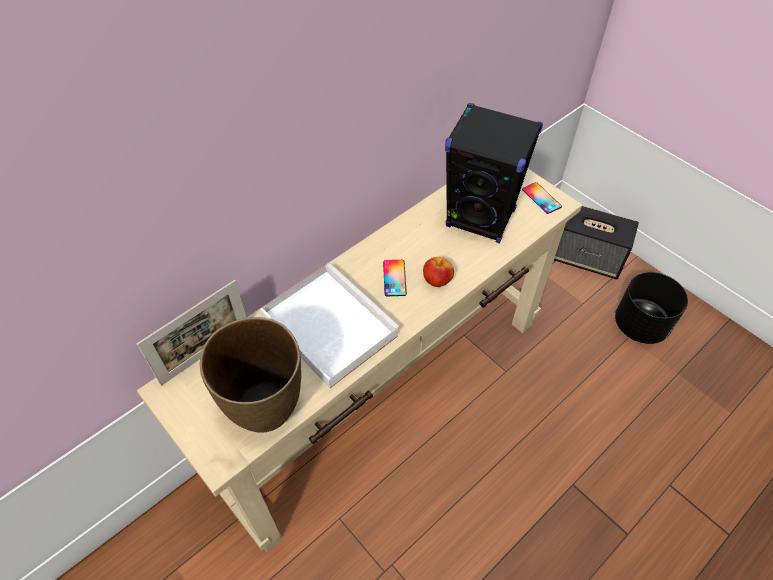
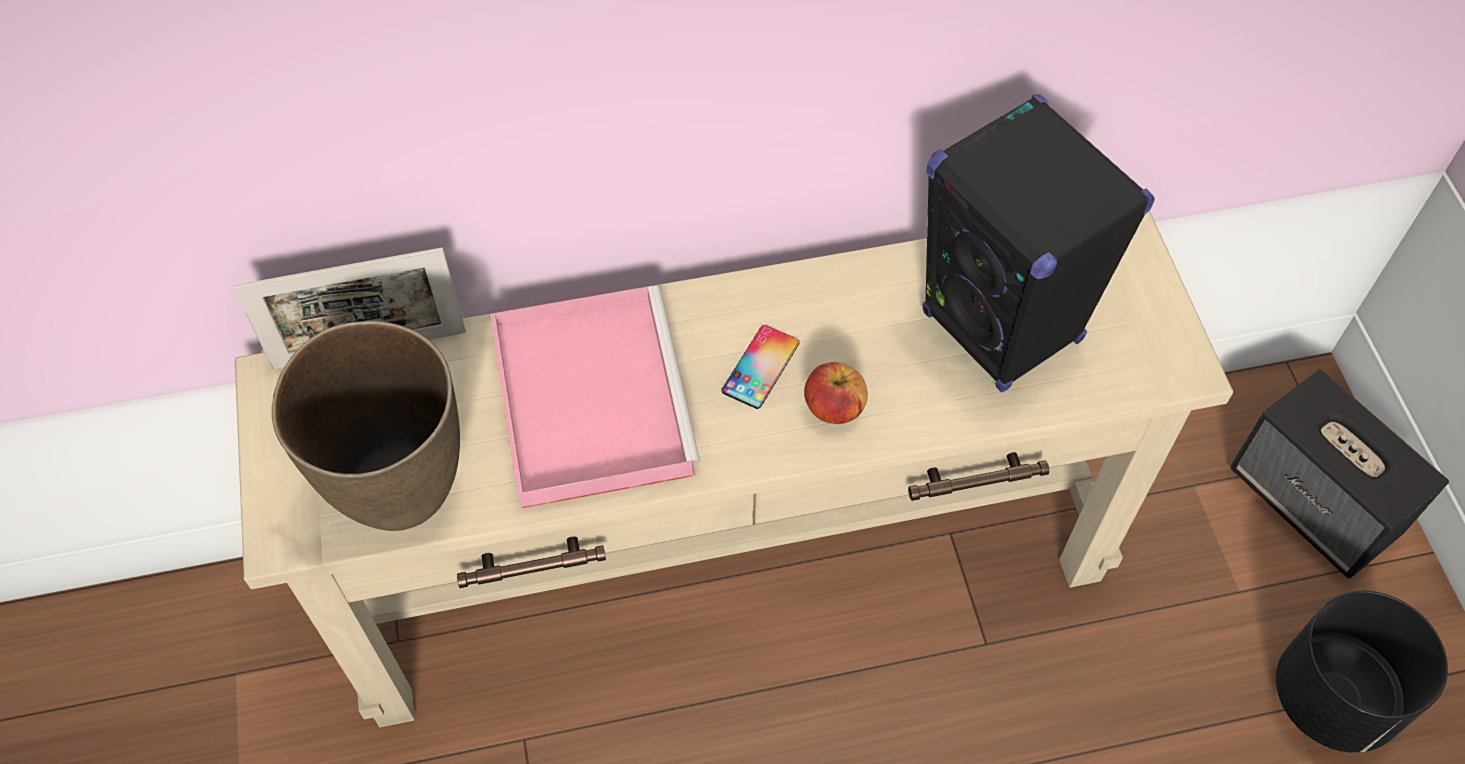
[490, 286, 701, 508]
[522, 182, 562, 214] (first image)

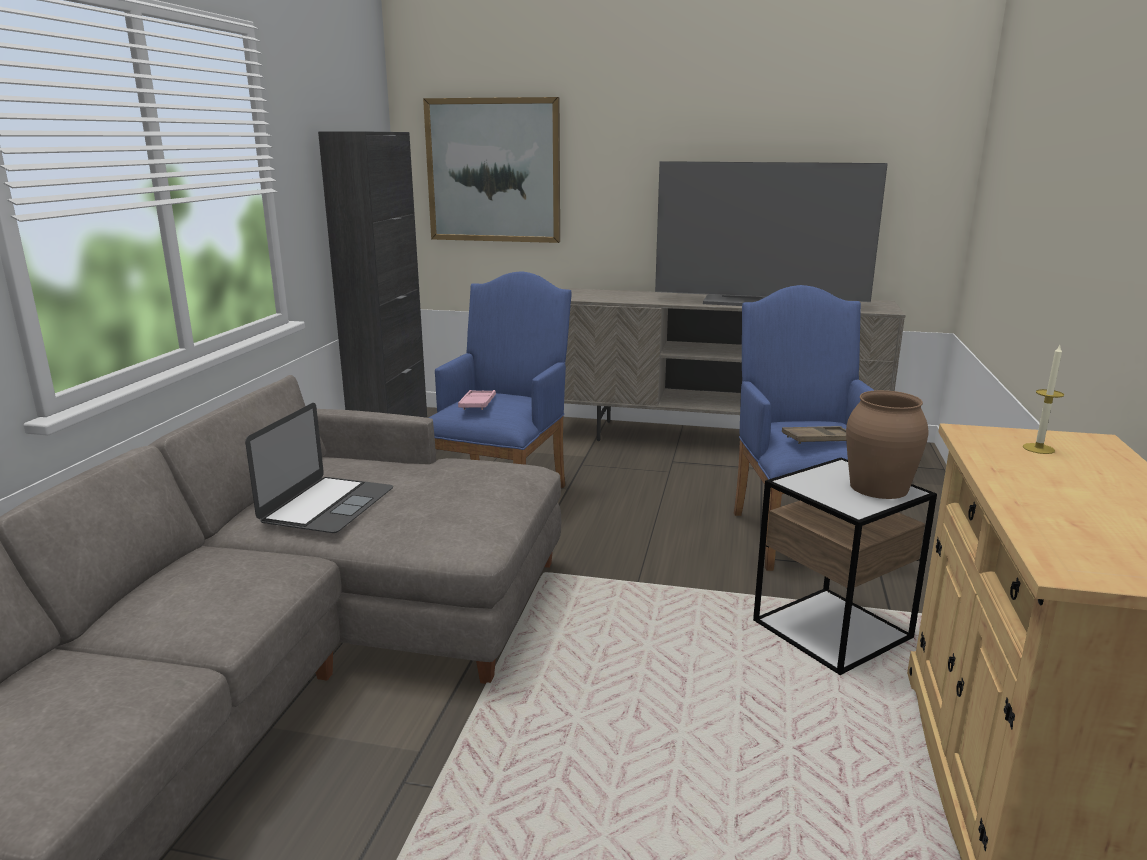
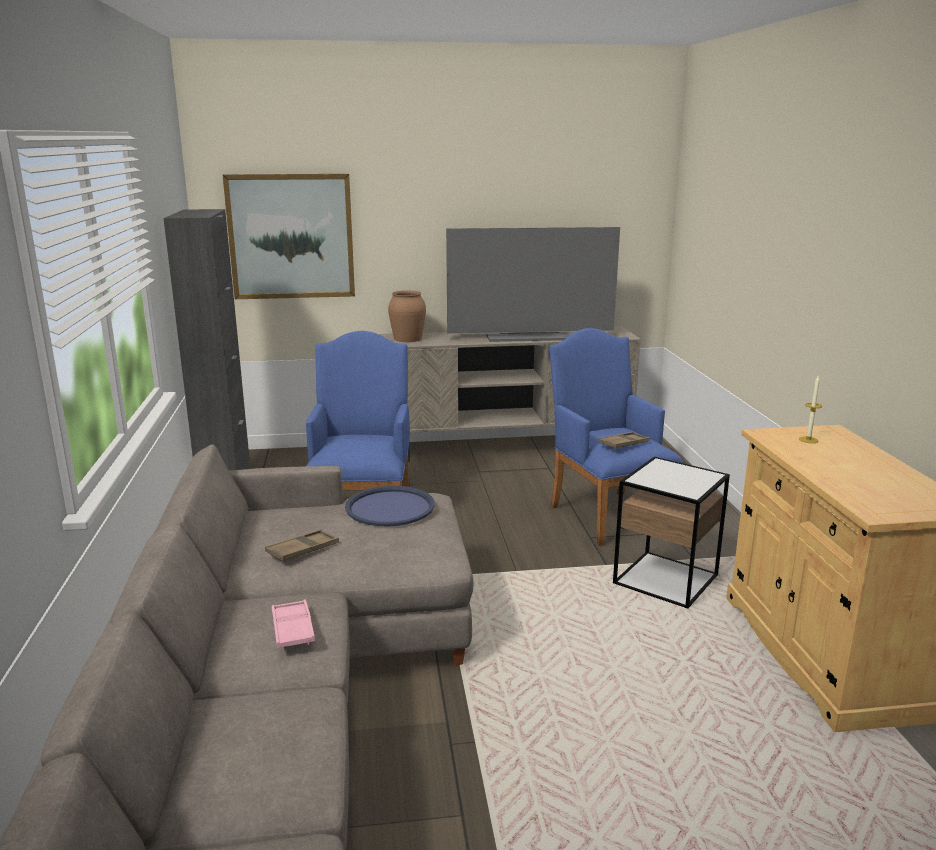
[265, 530, 339, 562]
[272, 600, 315, 649]
[388, 290, 426, 342]
[345, 486, 435, 527]

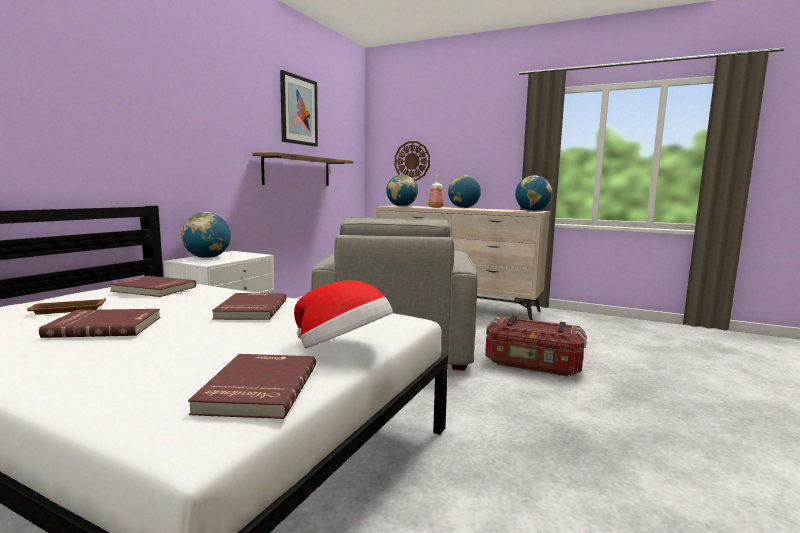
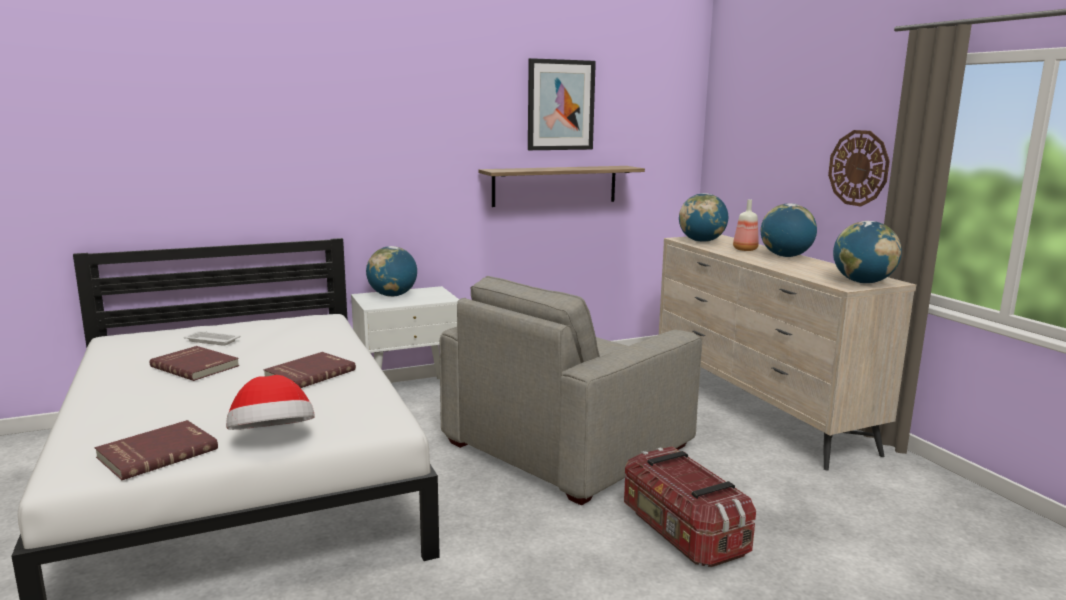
[184, 331, 240, 346]
[110, 276, 196, 297] (first image)
[828, 130, 890, 206]

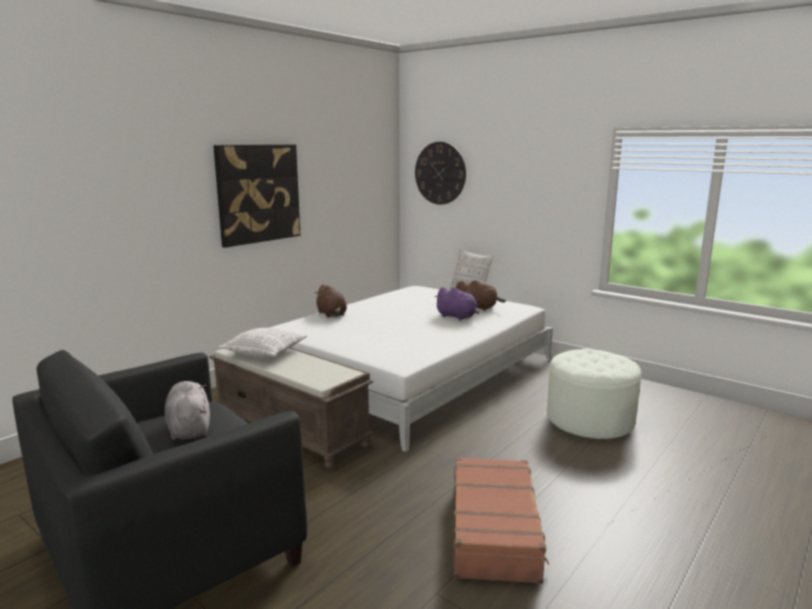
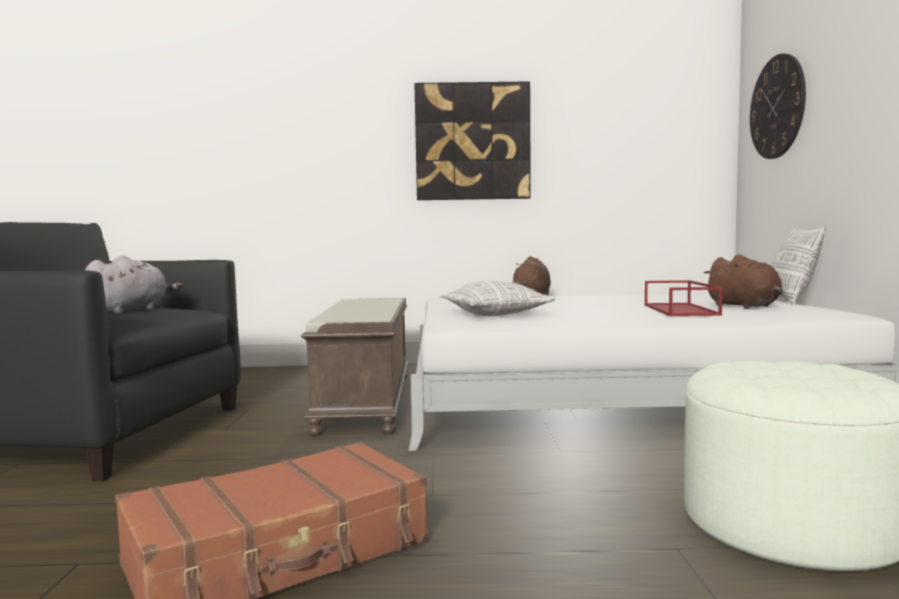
[440, 281, 555, 316]
[645, 280, 723, 316]

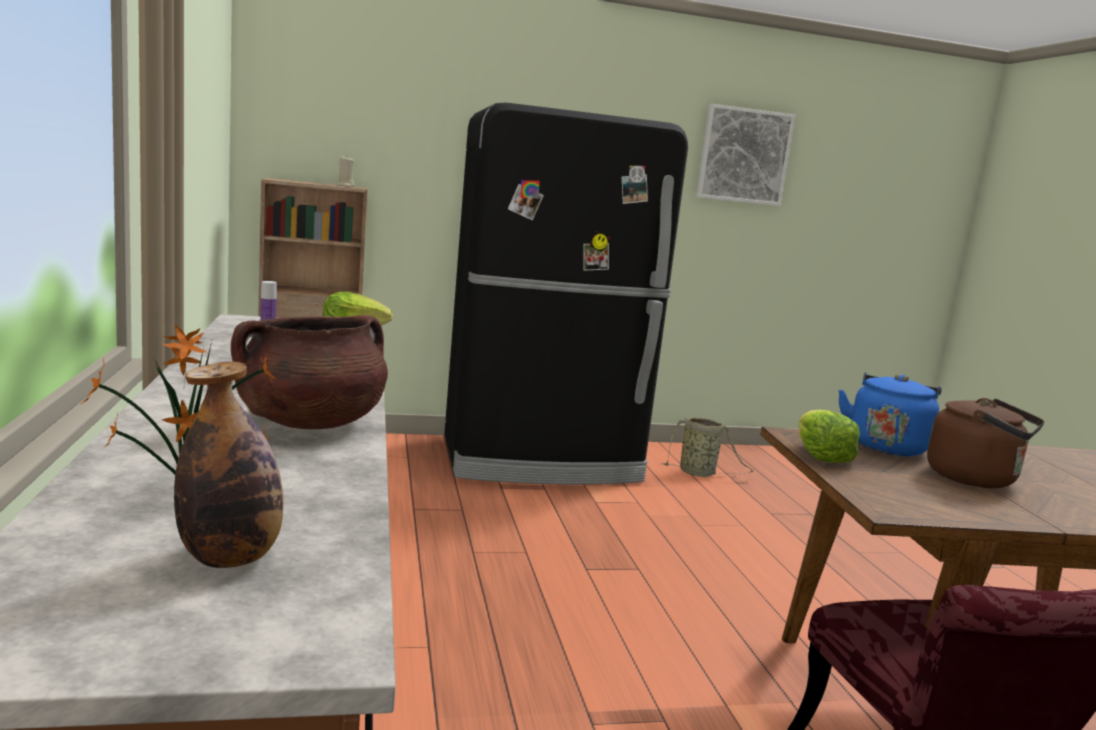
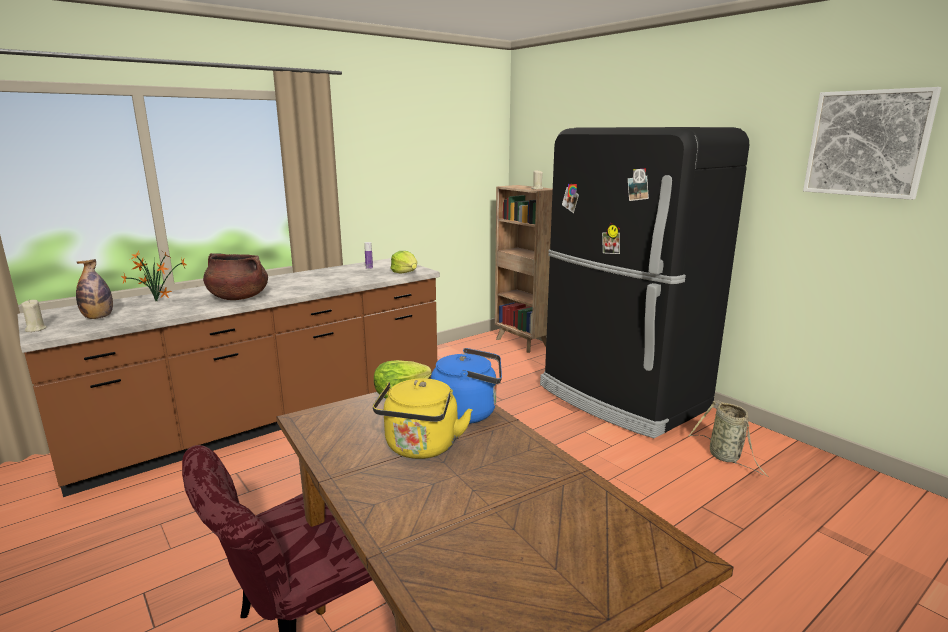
[373, 378, 473, 459]
[21, 300, 47, 332]

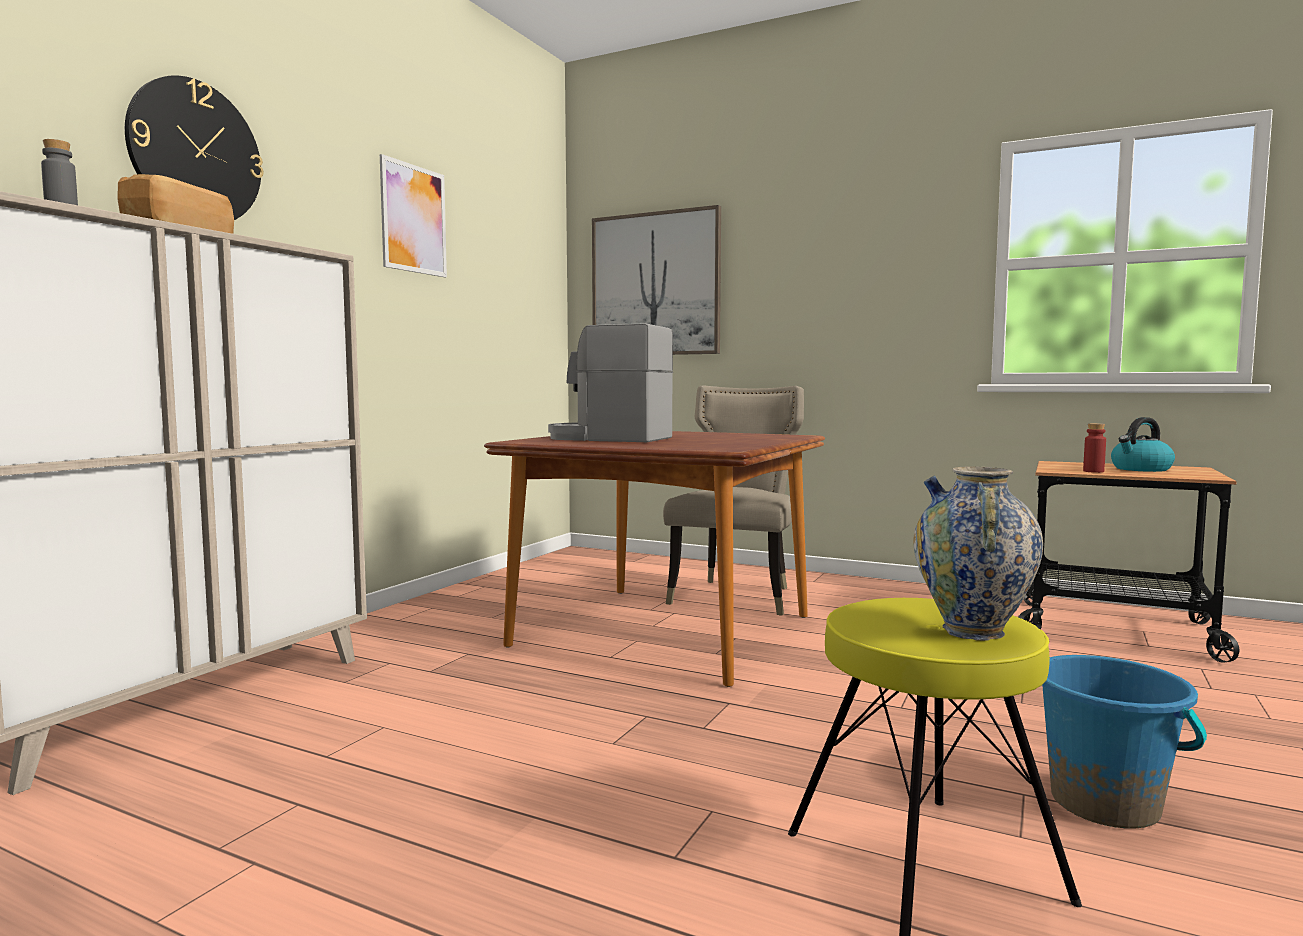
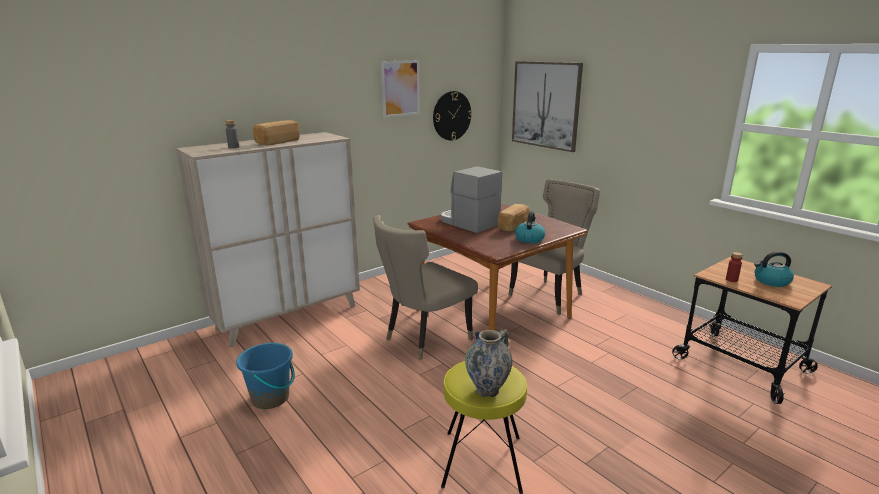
[433, 91, 472, 141]
[236, 342, 295, 409]
[373, 215, 478, 360]
[498, 204, 529, 231]
[515, 211, 545, 243]

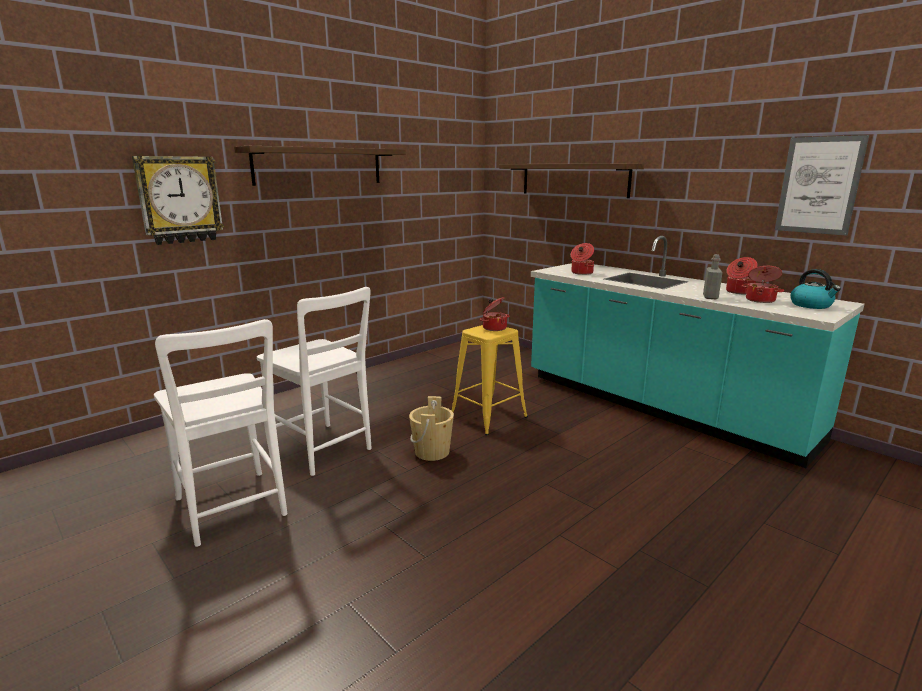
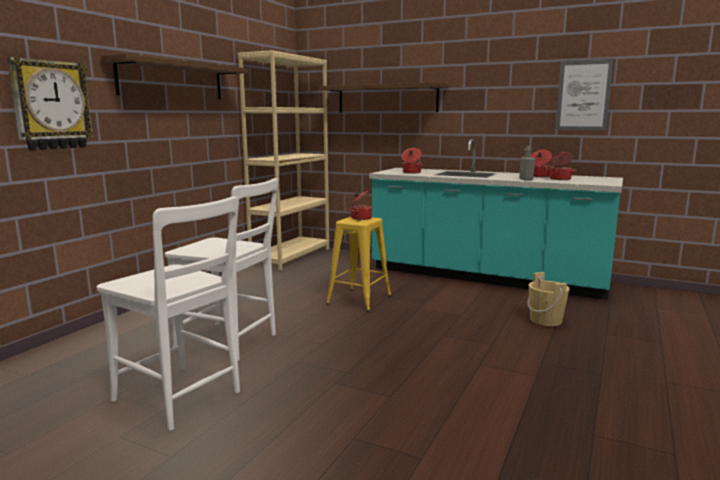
[528, 272, 569, 326]
[791, 269, 841, 309] (first image)
[238, 50, 329, 270]

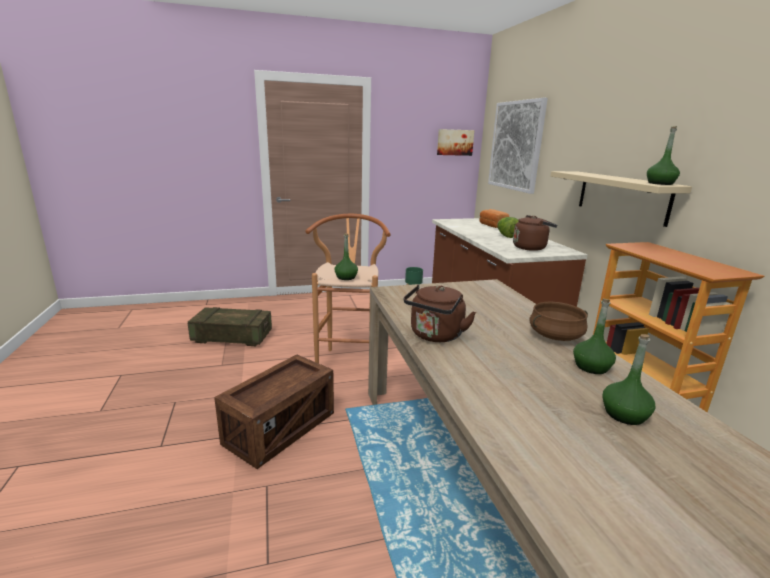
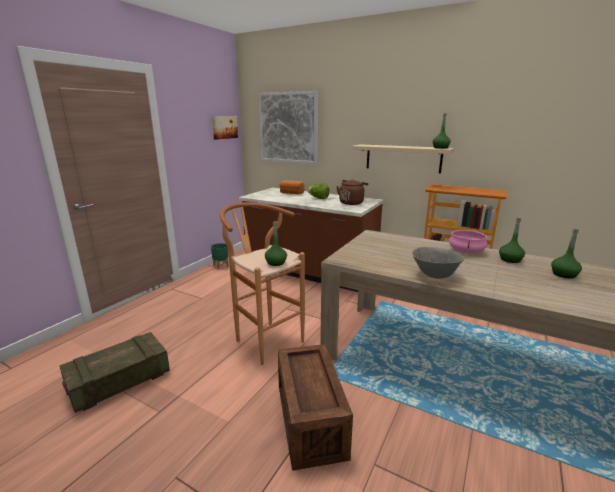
[412, 247, 464, 279]
[449, 230, 487, 253]

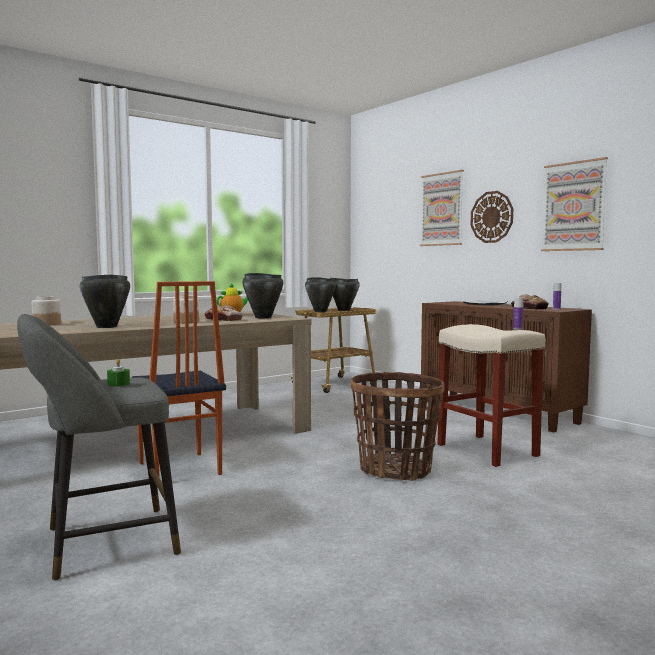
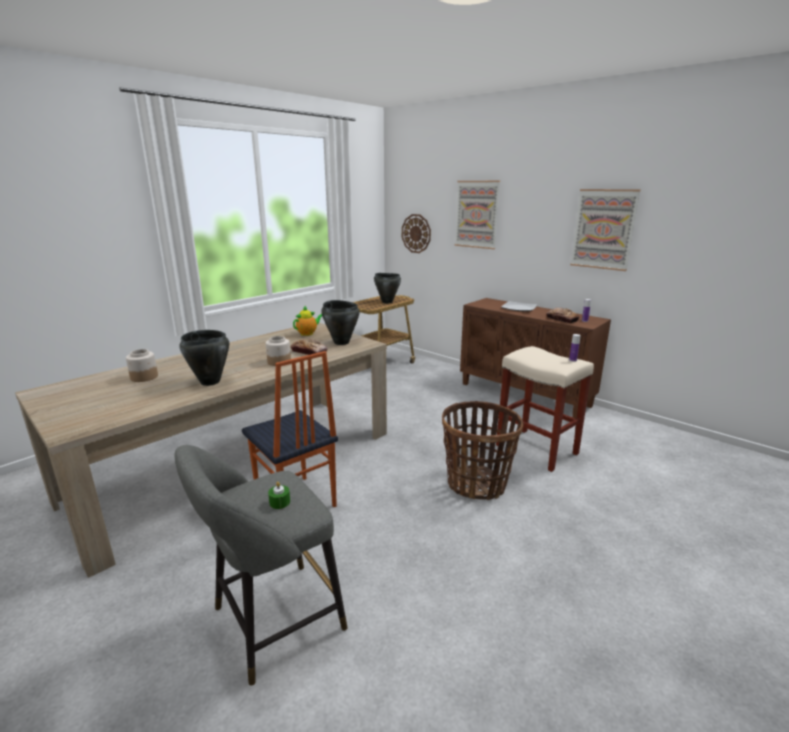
[305, 277, 336, 312] (first image)
[402, 214, 431, 253]

